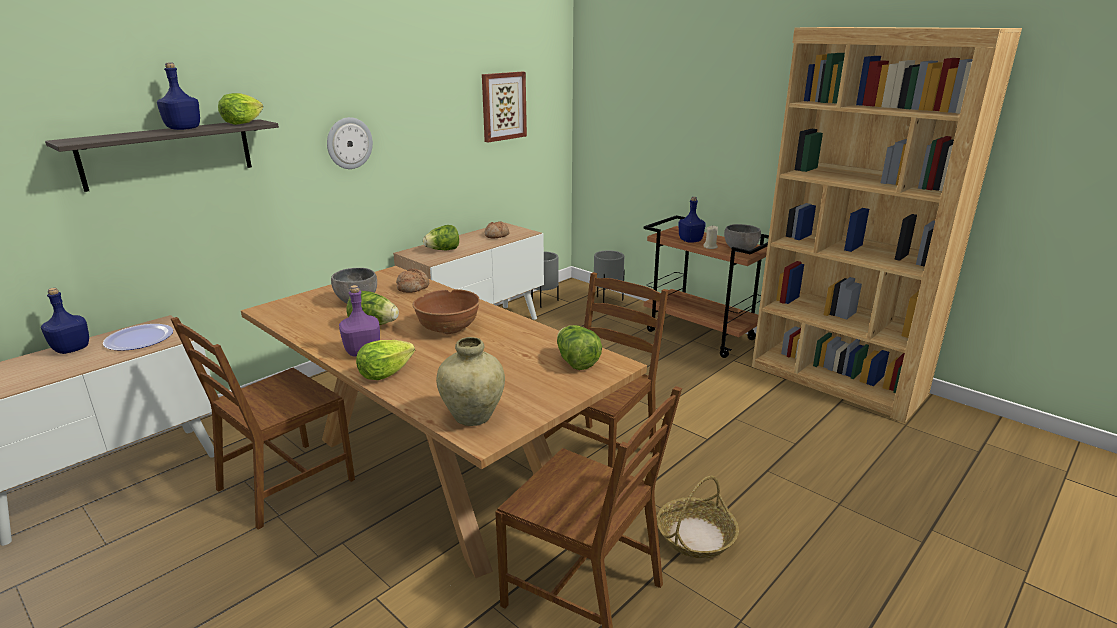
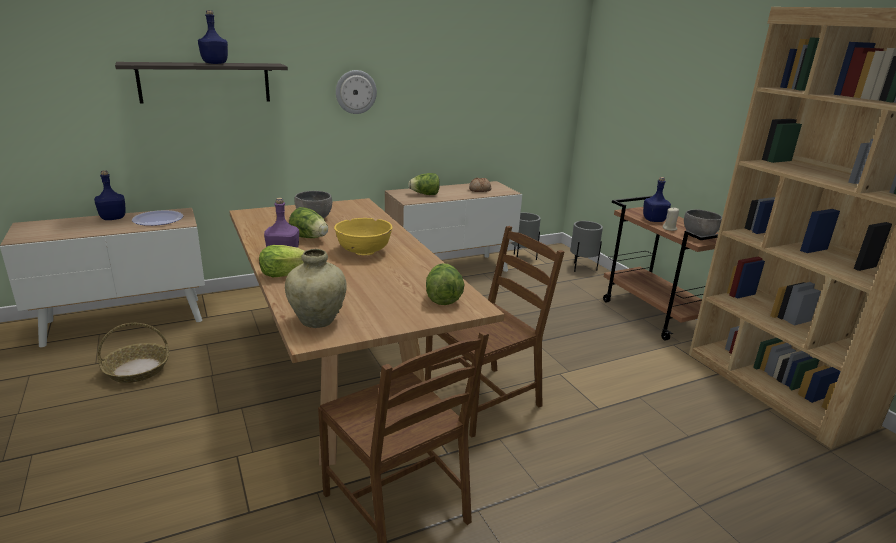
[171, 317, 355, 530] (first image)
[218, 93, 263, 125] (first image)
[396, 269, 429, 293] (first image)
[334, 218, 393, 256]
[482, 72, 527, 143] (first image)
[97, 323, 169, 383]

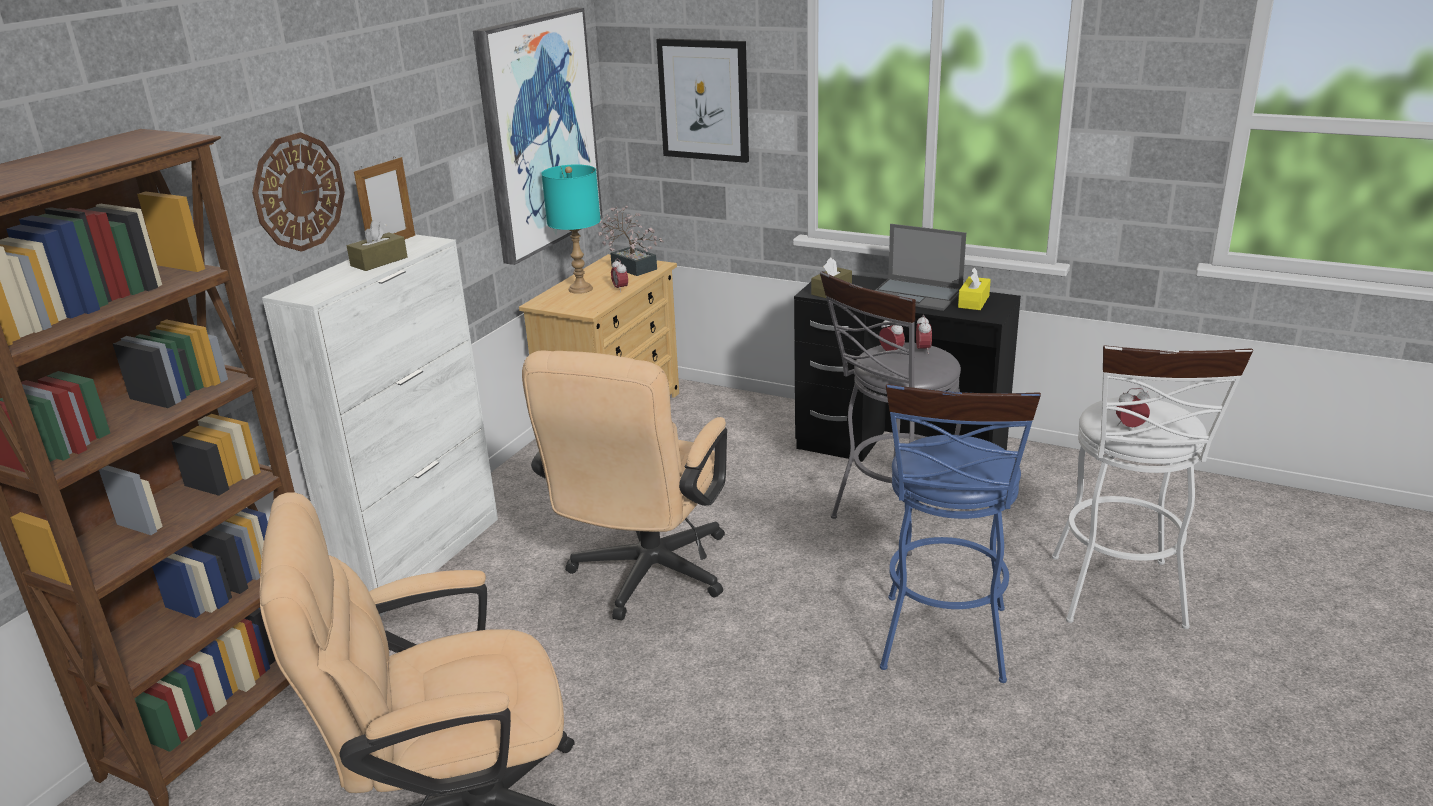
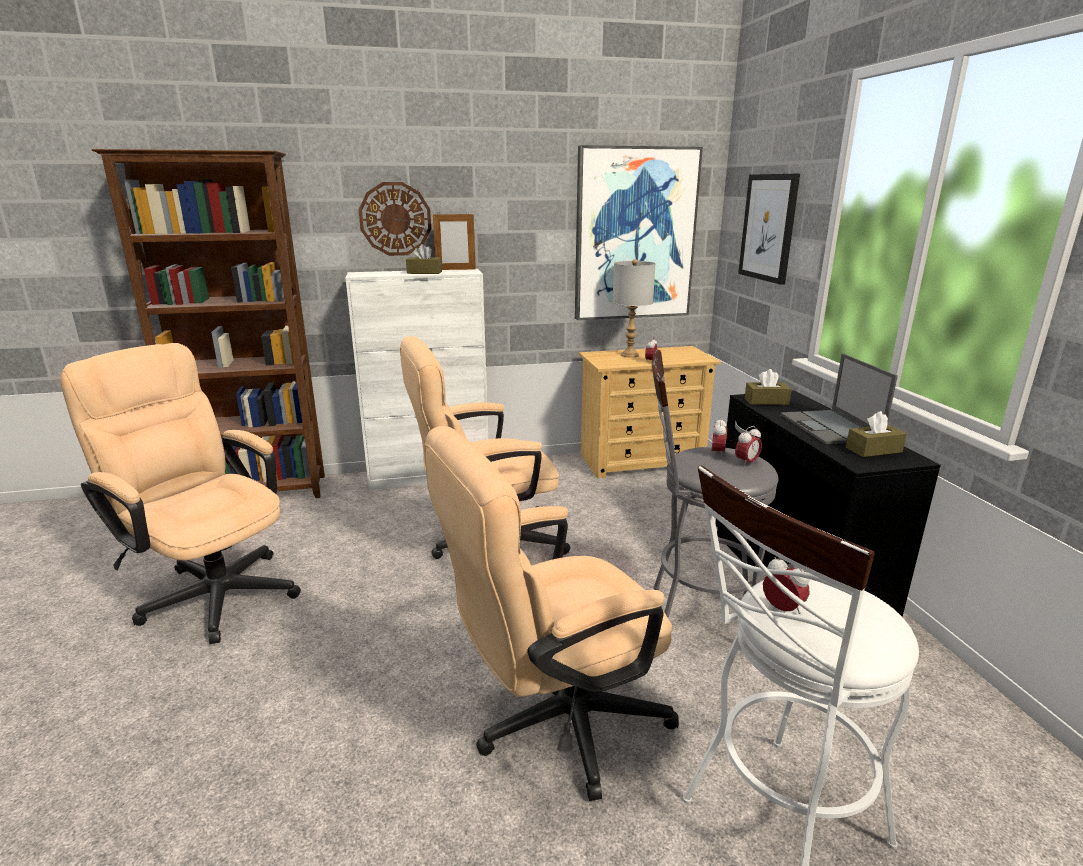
[612, 259, 656, 358]
[598, 206, 664, 276] (first image)
[424, 426, 679, 801]
[846, 411, 907, 457]

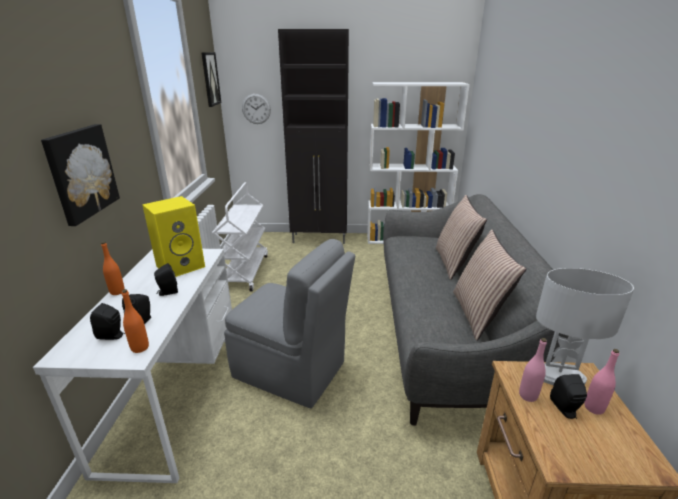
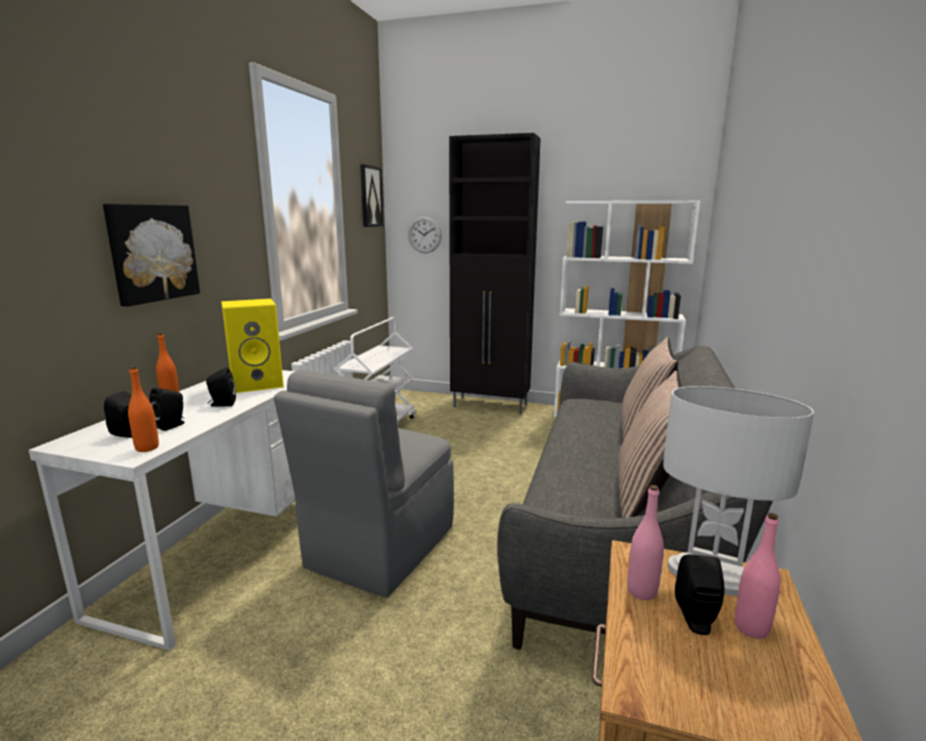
[274, 370, 454, 598]

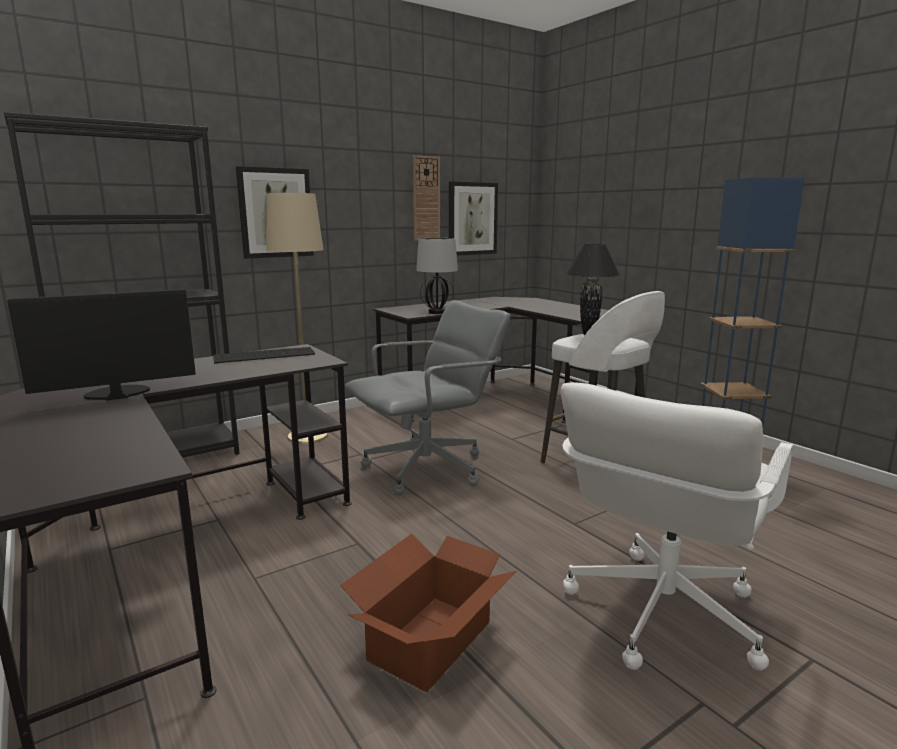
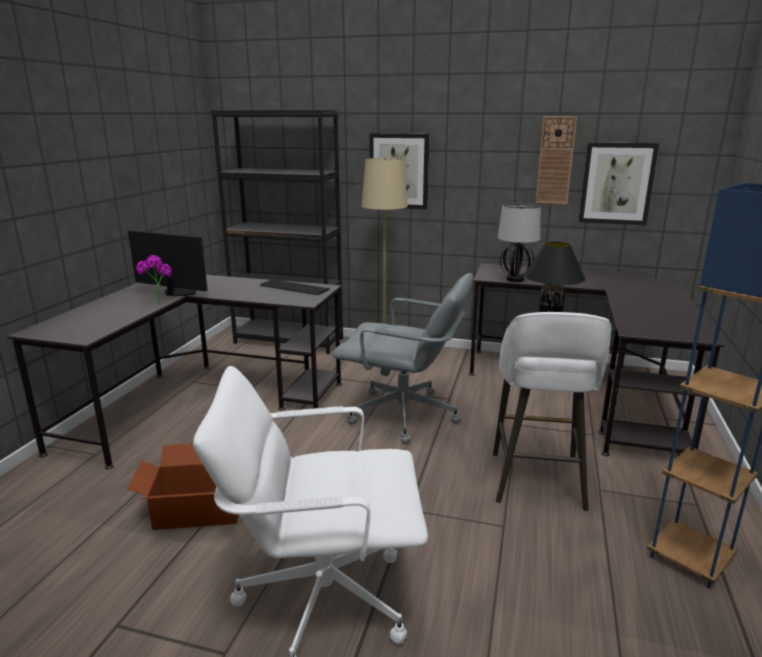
[136, 255, 172, 304]

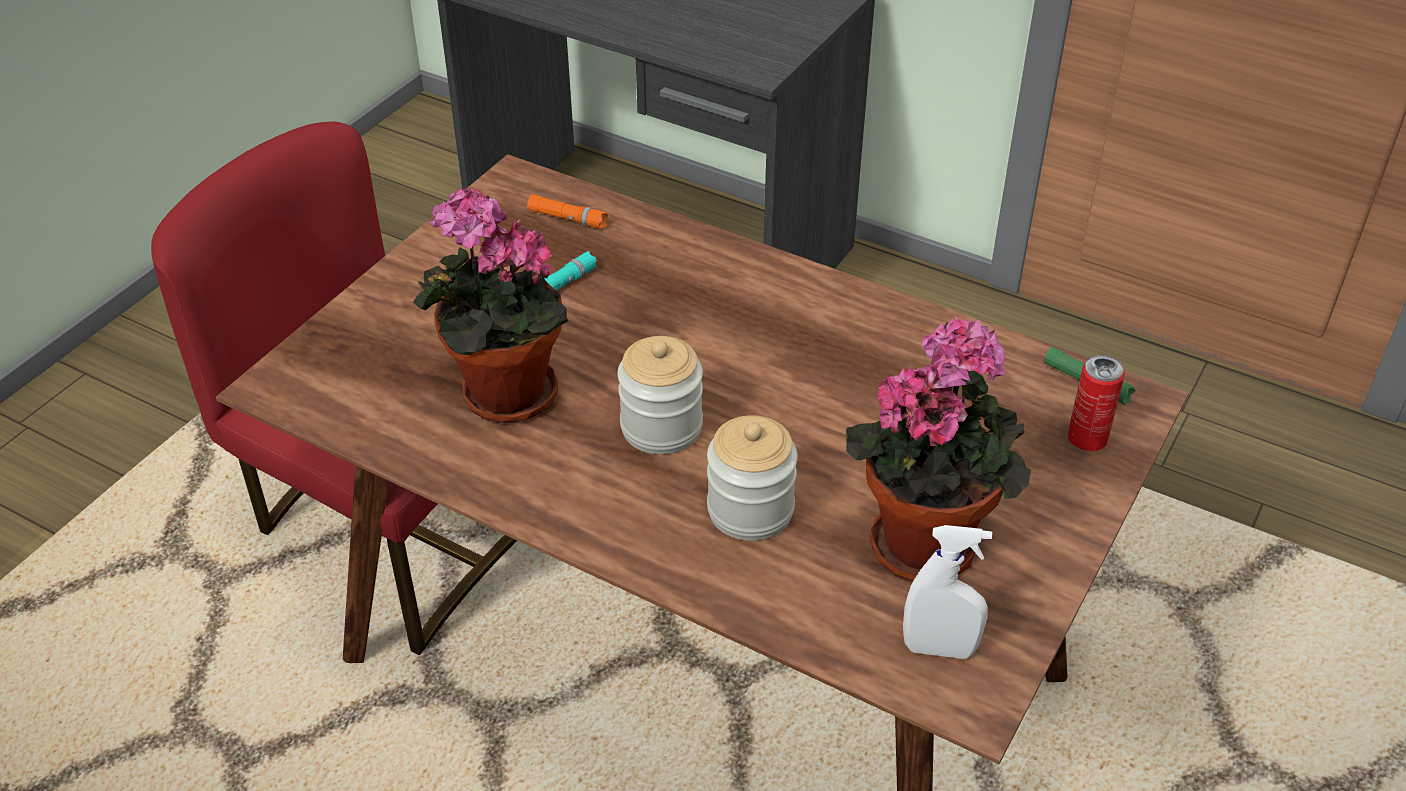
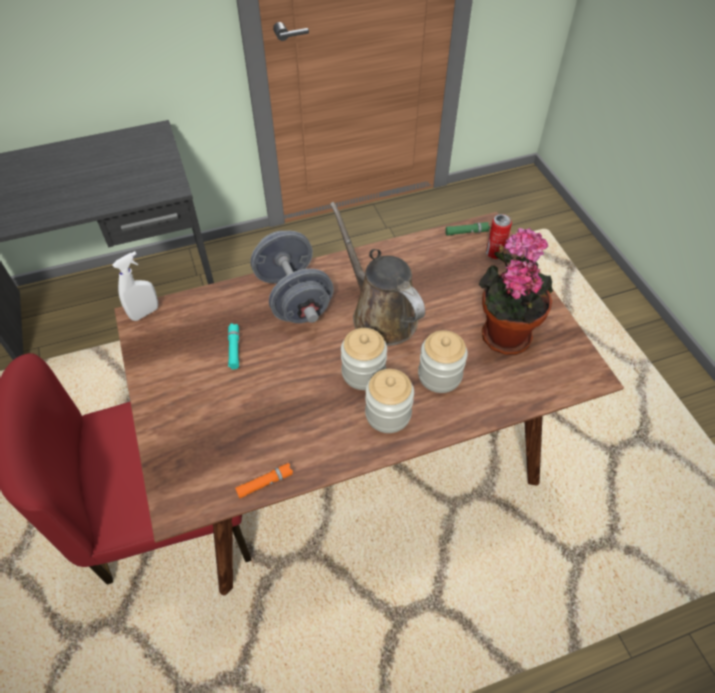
[413, 187, 569, 423] (first image)
[235, 463, 293, 498]
[112, 251, 158, 321]
[250, 231, 334, 323]
[330, 202, 425, 346]
[365, 369, 414, 433]

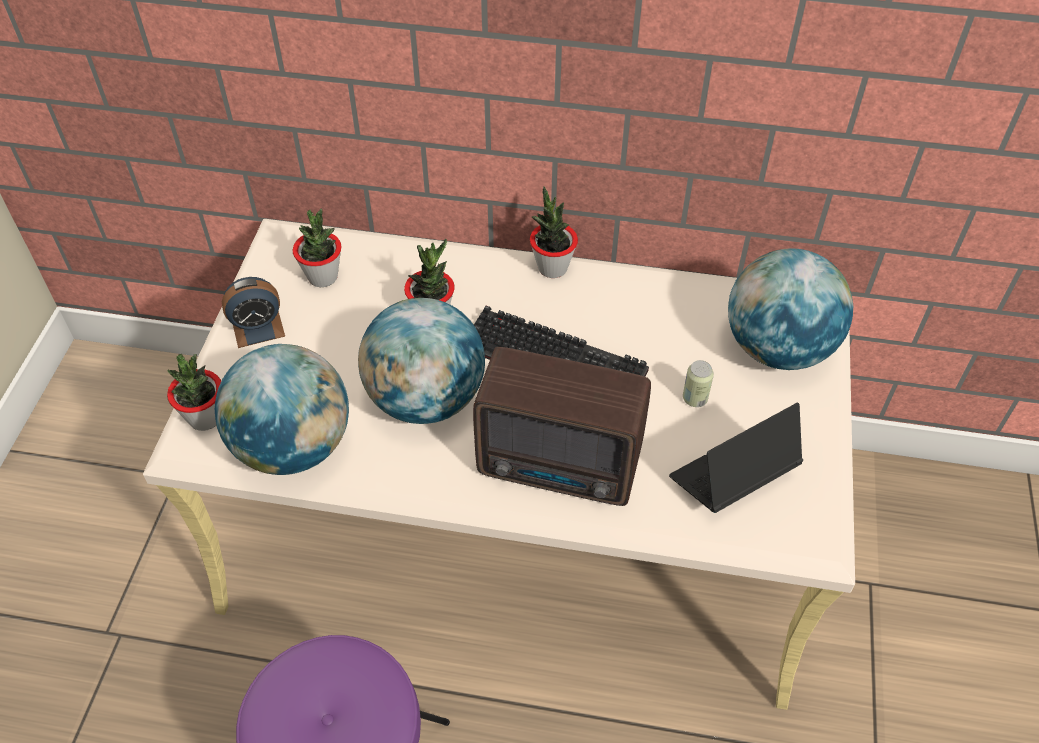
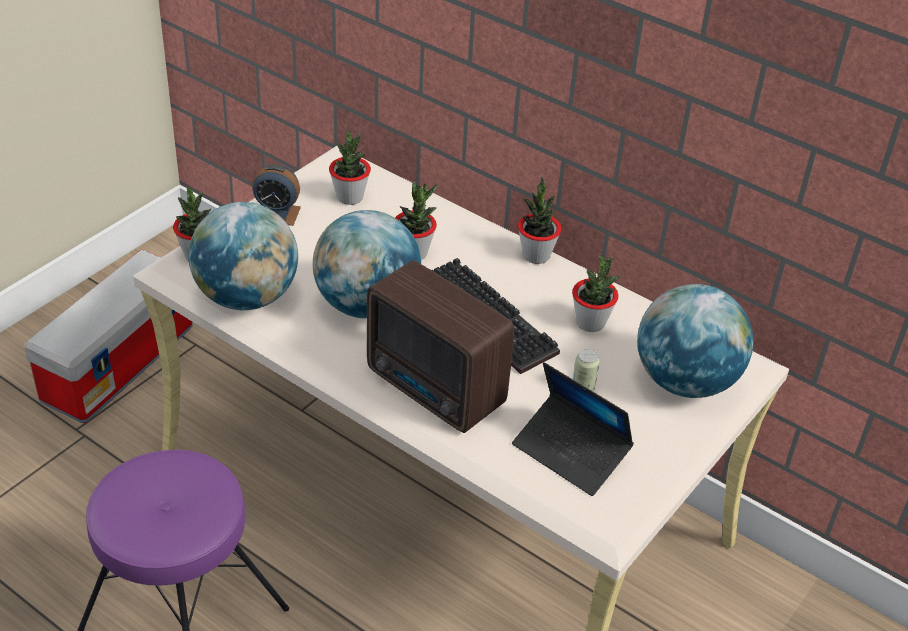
[512, 362, 634, 496]
[25, 250, 193, 423]
[572, 255, 620, 332]

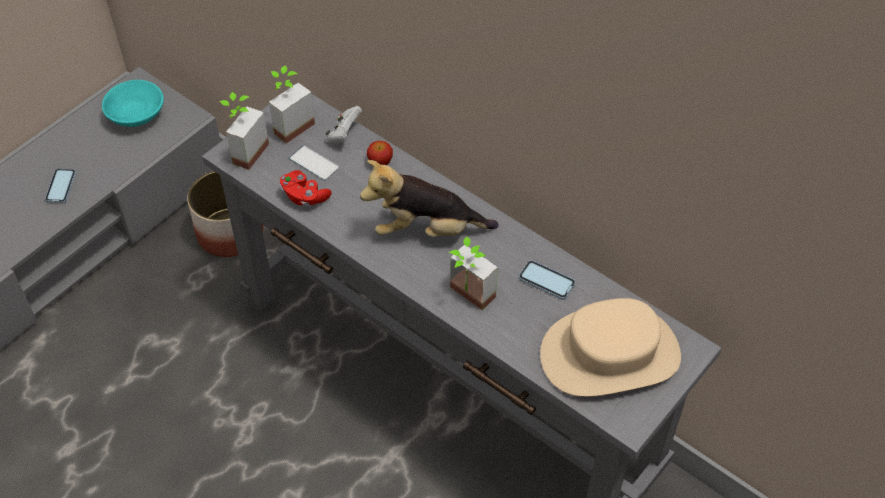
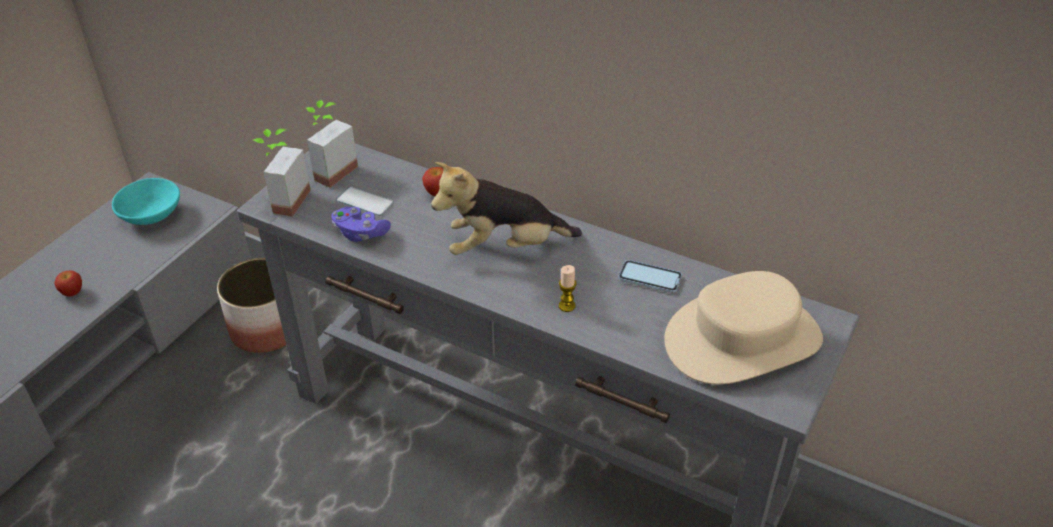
[55, 270, 82, 296]
[331, 207, 391, 242]
[326, 106, 362, 144] (first image)
[559, 265, 576, 312]

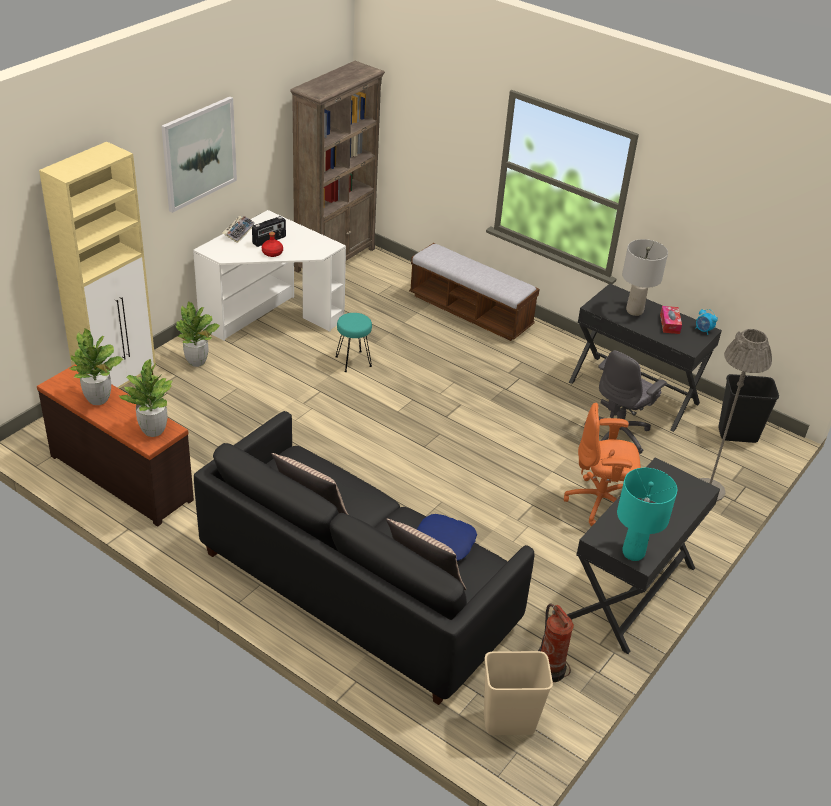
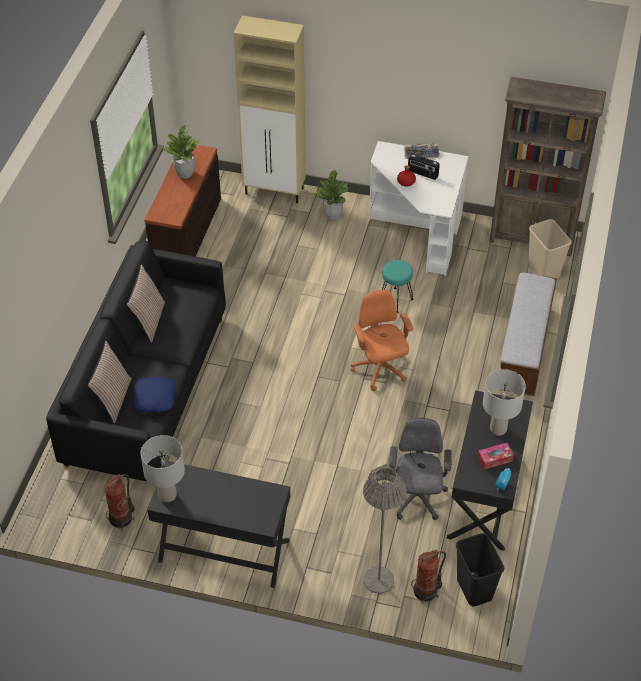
[119, 359, 173, 437] (first image)
[161, 97, 237, 213] (first image)
[528, 219, 572, 278]
[351, 290, 413, 391]
[387, 418, 452, 520]
[141, 435, 185, 502]
[411, 550, 446, 604]

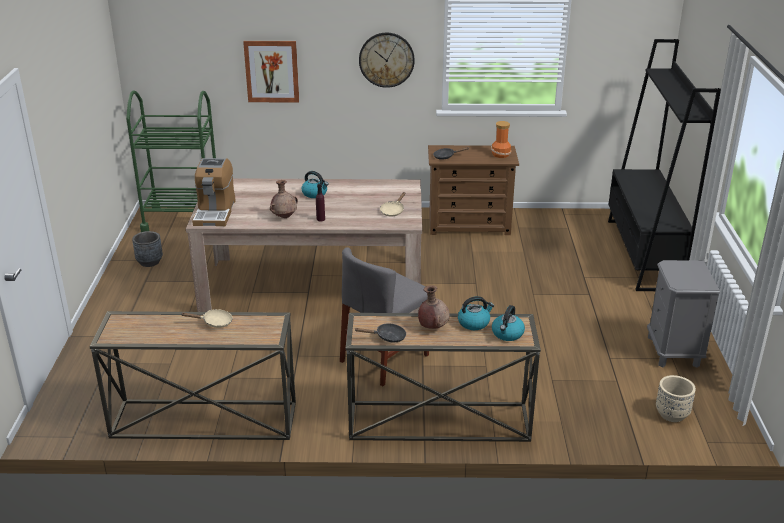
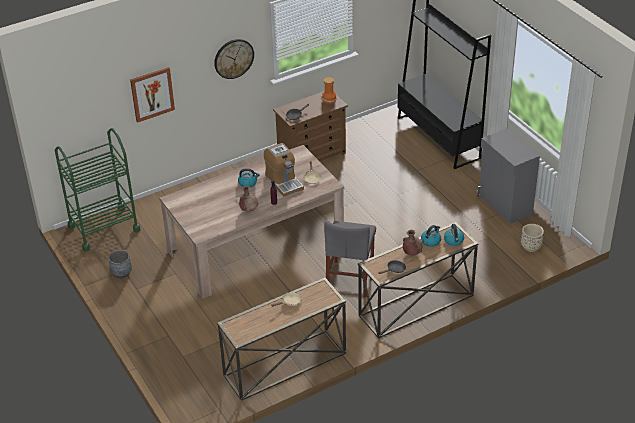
[264, 143, 304, 197]
[477, 128, 540, 224]

